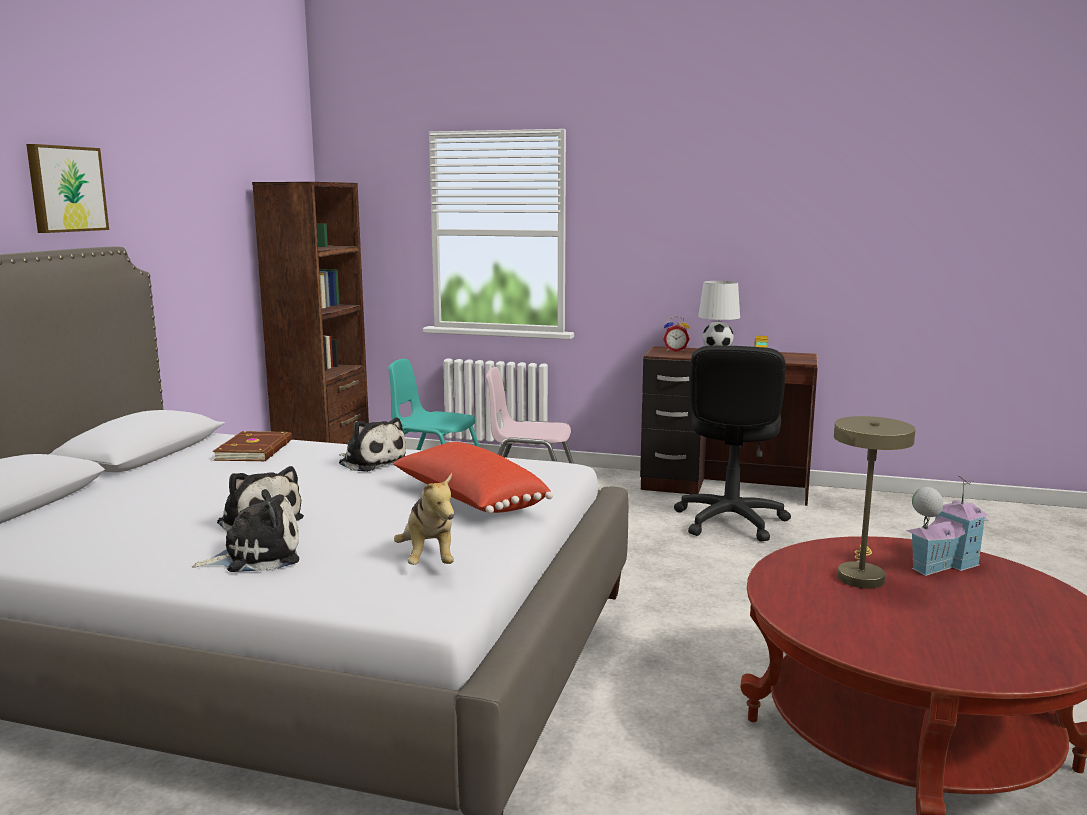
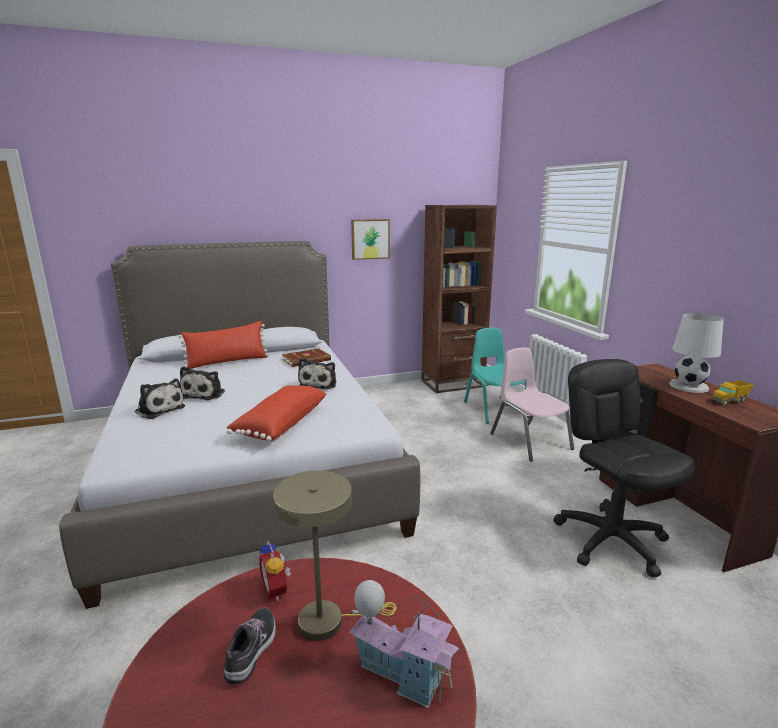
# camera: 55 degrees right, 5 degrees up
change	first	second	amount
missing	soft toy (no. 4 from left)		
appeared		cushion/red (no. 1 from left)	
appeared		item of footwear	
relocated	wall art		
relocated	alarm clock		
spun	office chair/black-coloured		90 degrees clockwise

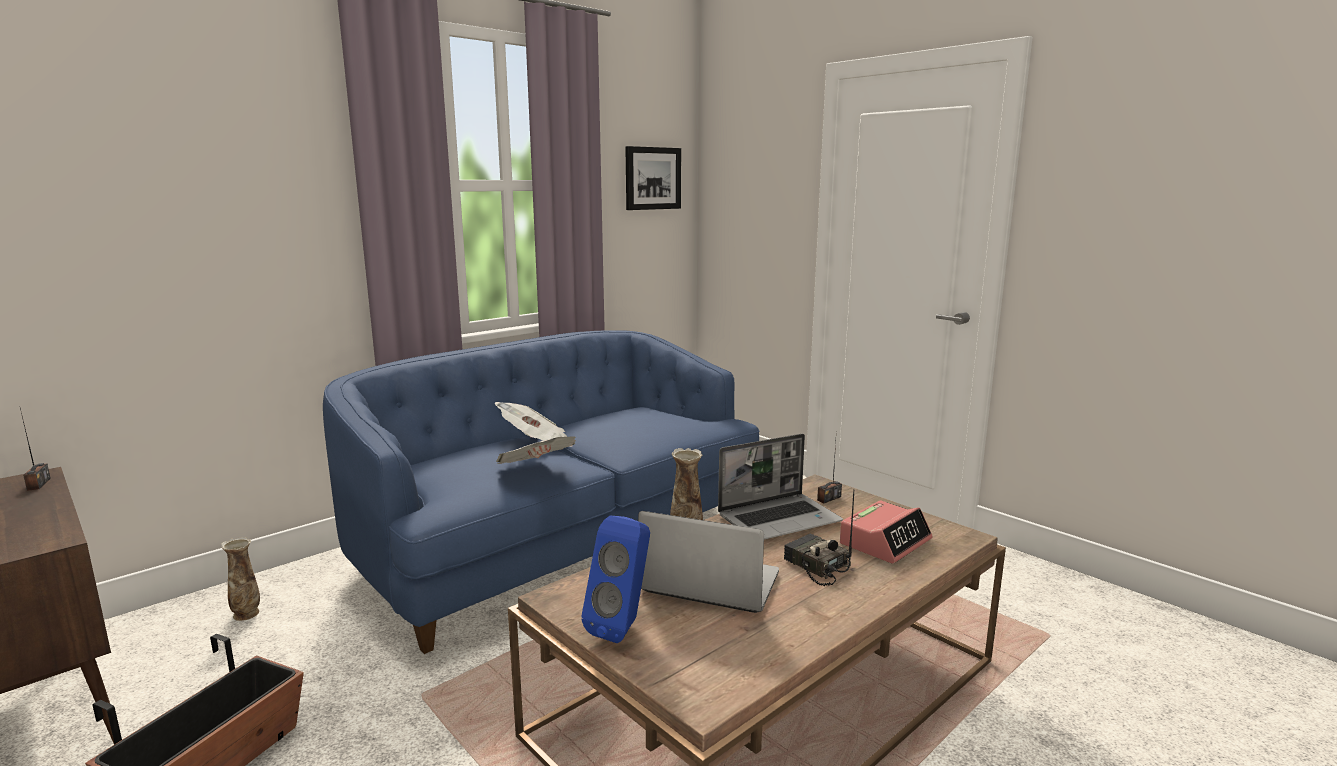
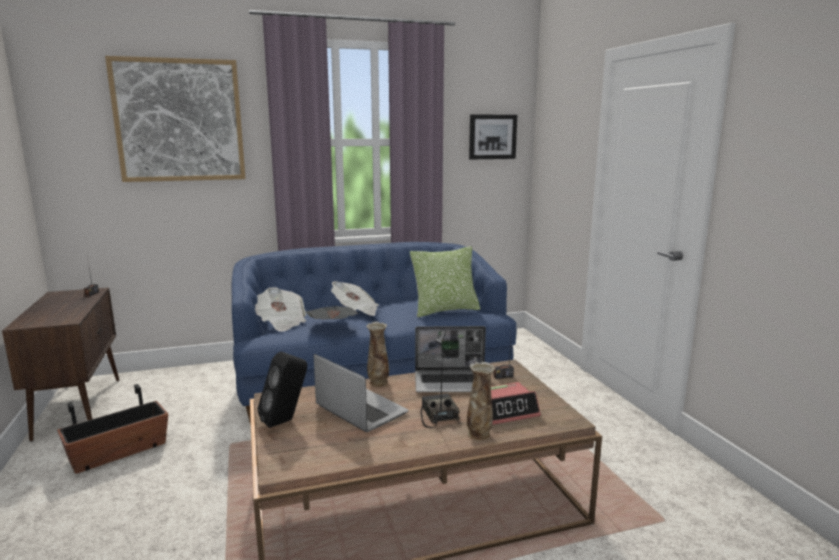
# camera: 25 degrees right, 0 degrees up
change	first	second	amount
appeared		wall art (no. 1 from left)	
appeared		printed paper (no. 1 from left)	
appeared		cushion	
relocated	decorative vase (no. 1 from left in the first image)	decorative vase (no. 2 from left)	
colour	audio speaker/blue	audio speaker/black-coloured	

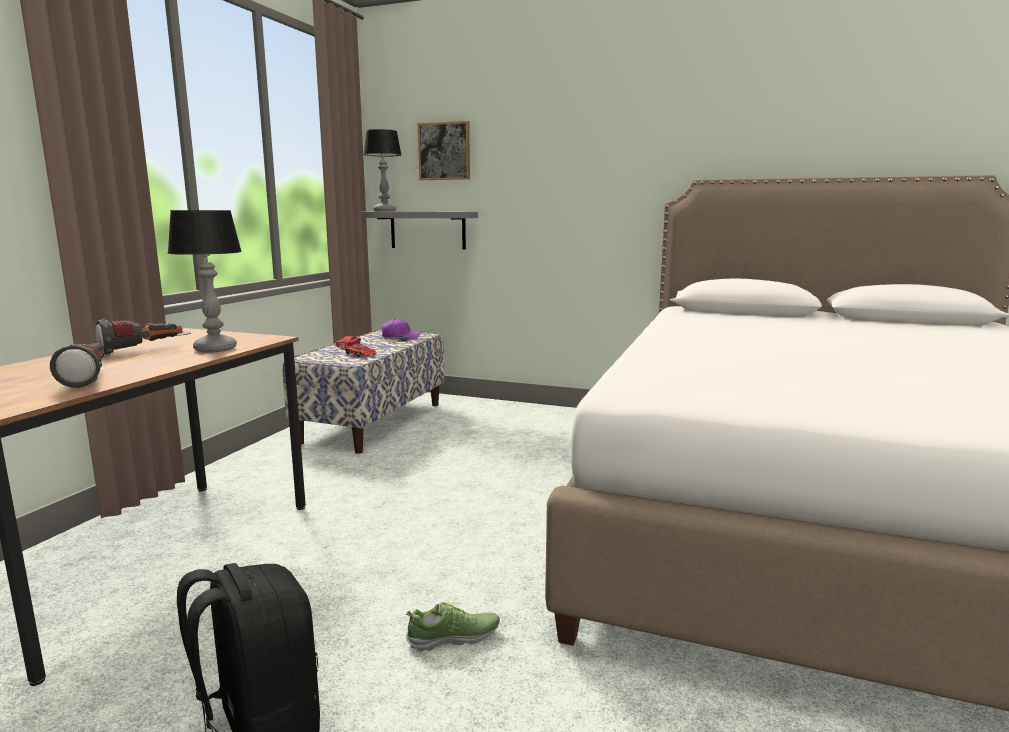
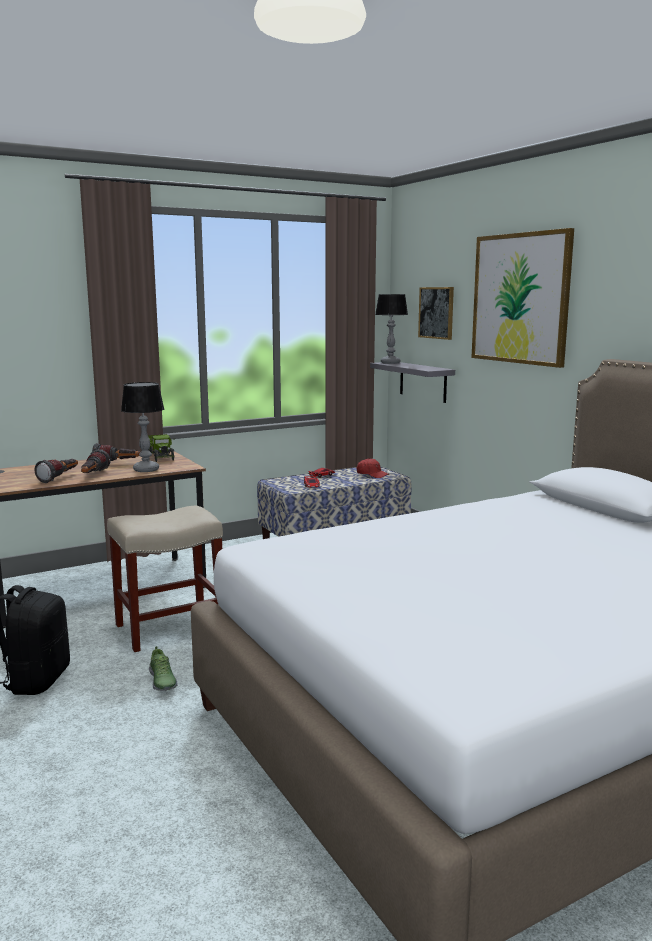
# camera: 40 degrees right, 0 degrees up
change	first	second	amount
appeared		torch (no. 2 from left)	
appeared		stool/beige	
appeared		toy lorry	
appeared		wall art (no. 2 from left)	
colour	cap/purple-coloured	cap/red	
spun	item of footwear		45 degrees clockwise

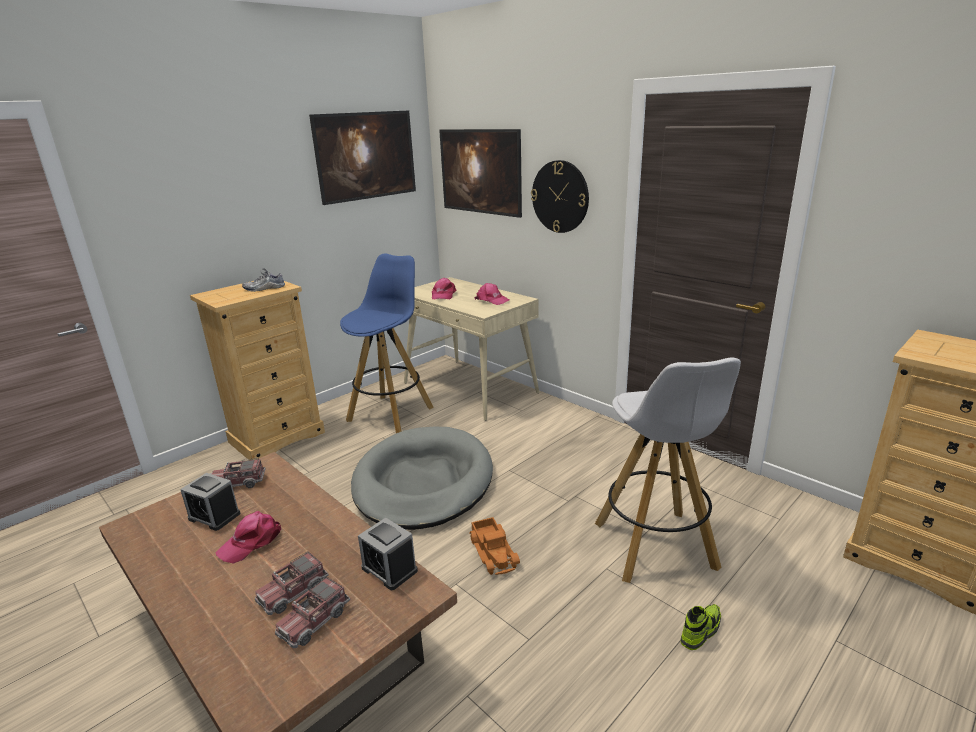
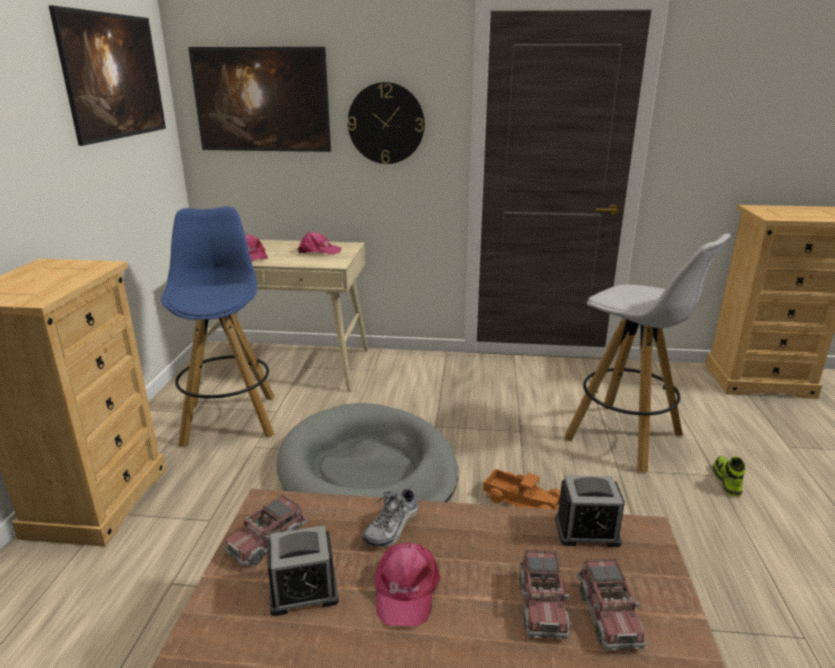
# camera: 40 degrees left, 0 degrees up
change	first	second	amount
relocated	item of footwear (no. 1 from left)		

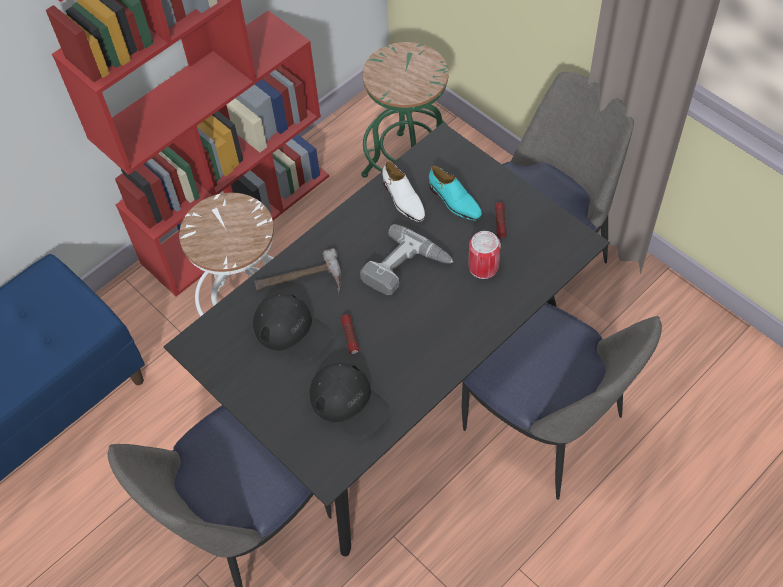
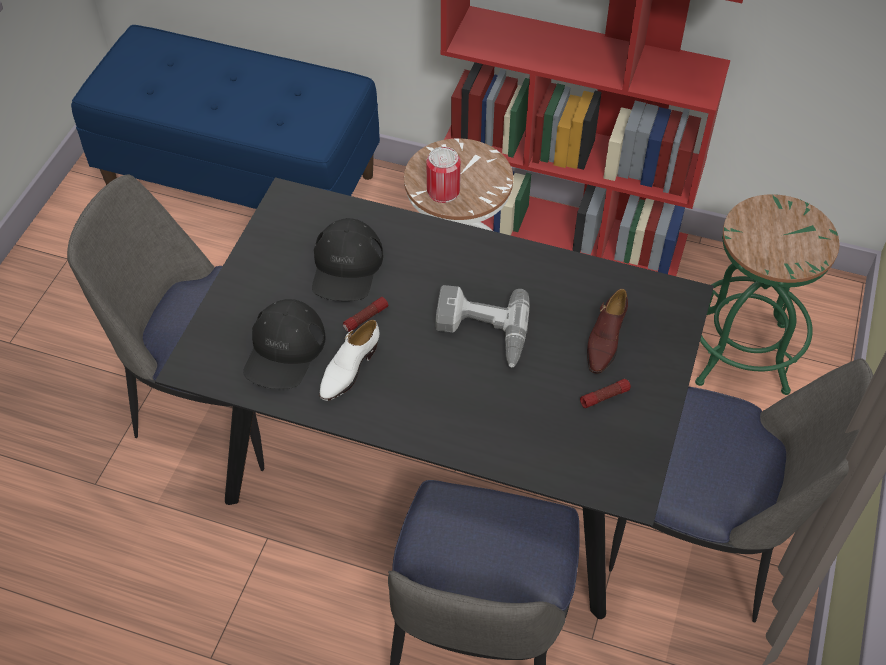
# camera: 60 degrees right, 5 degrees down
change	first	second	amount
missing	hammer		
relocated	item of footwear/white-coloured		
relocated	metal can		
colour	item of footwear/turquoise-coloured	item of footwear/brown	

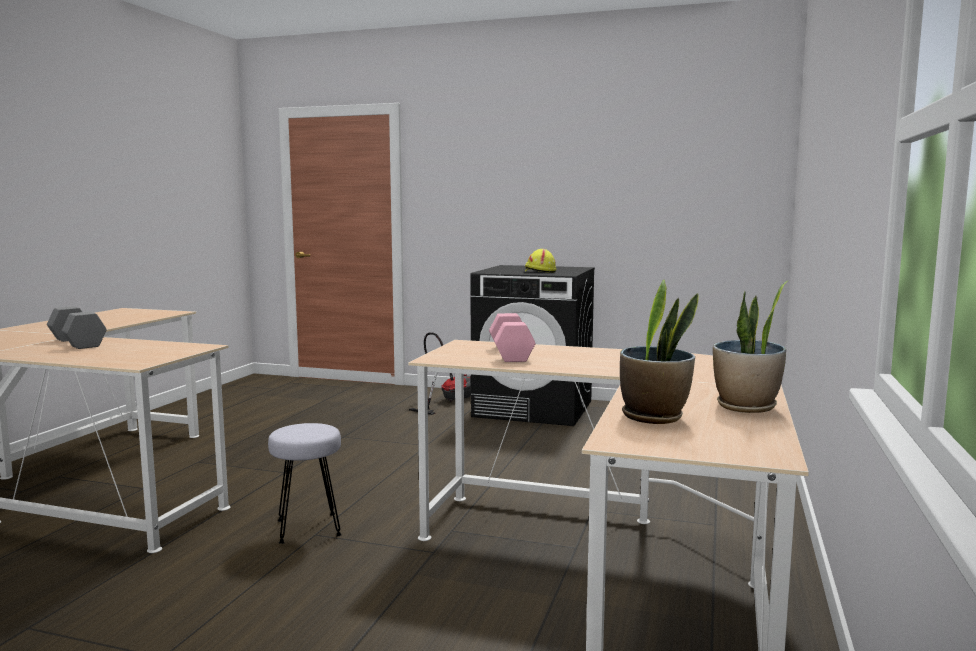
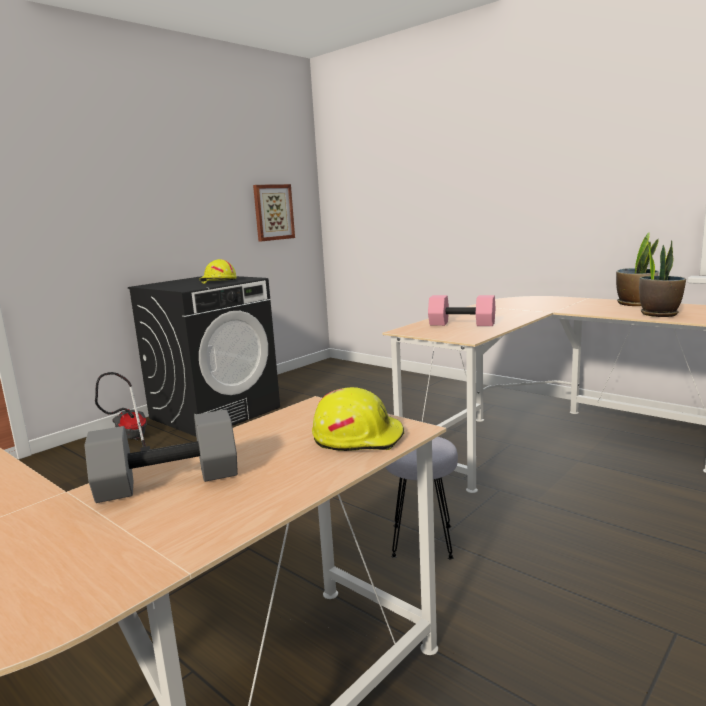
# camera: 65 degrees left, 5 degrees up
change	first	second	amount
appeared		wall art	
appeared		work helmet/yellow (no. 2 from left)	

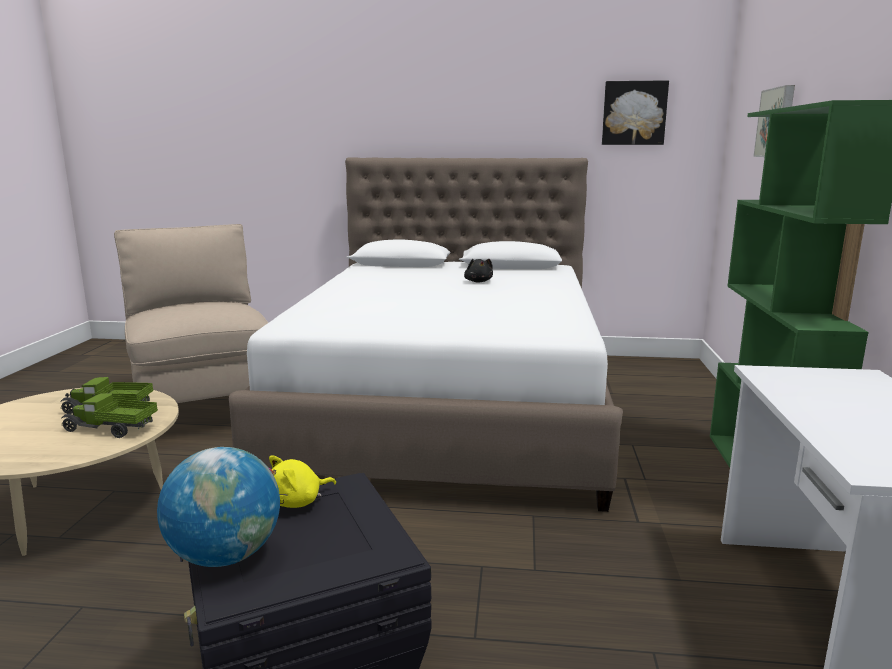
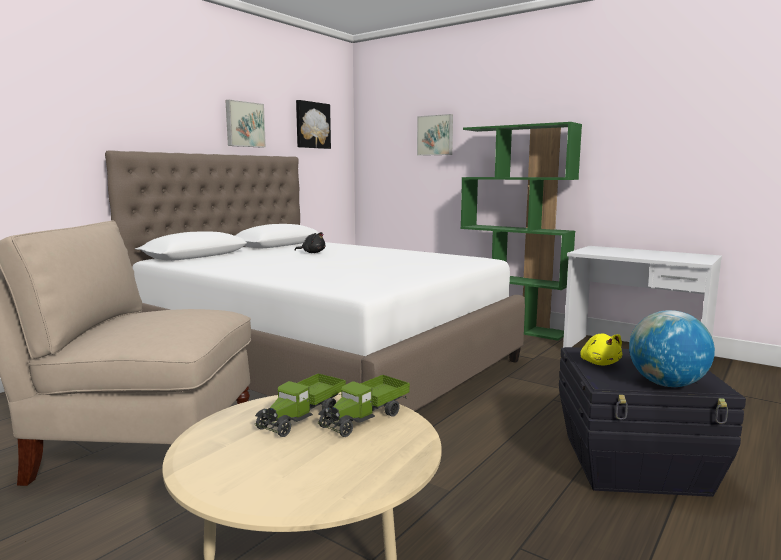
# camera: 60 degrees left, 5 degrees down
change	first	second	amount
appeared		wall art (no. 1 from left)	

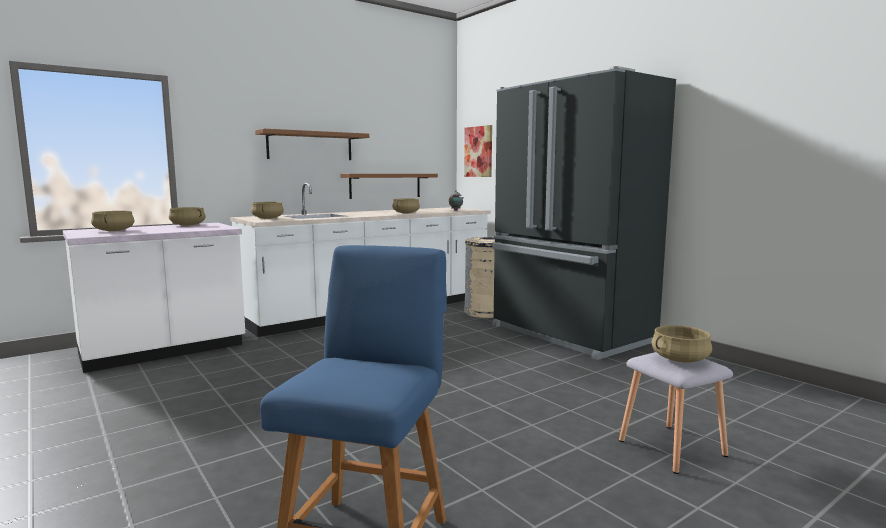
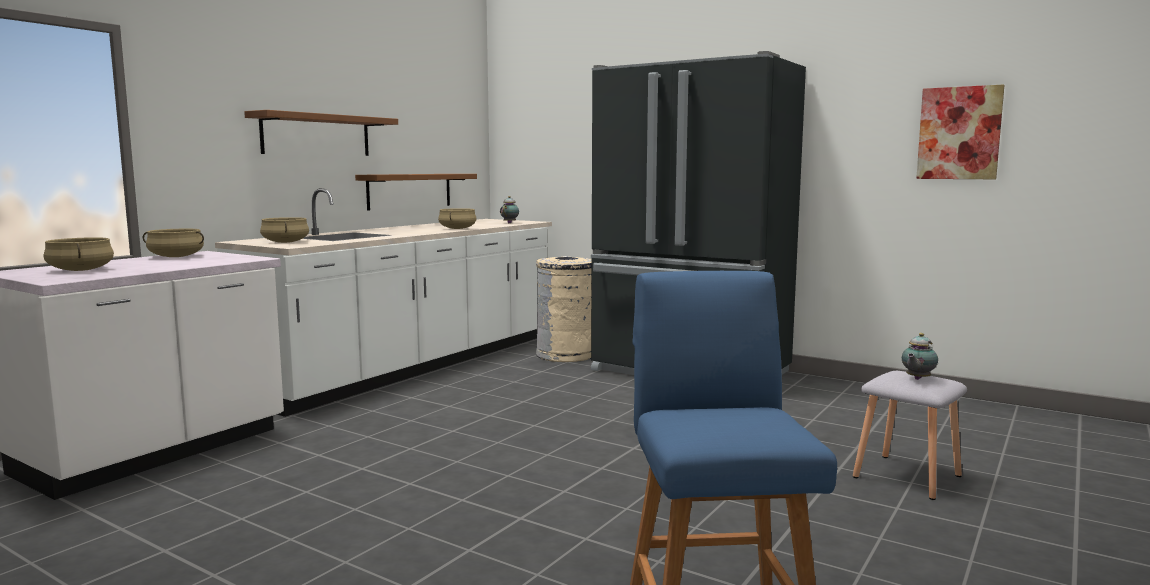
# camera: 20 degrees left, 0 degrees up
change	first	second	amount
relocated	wall art		
exchanged	stockpot/beige (no. 5 from left)	tea pot (no. 2 from left)	

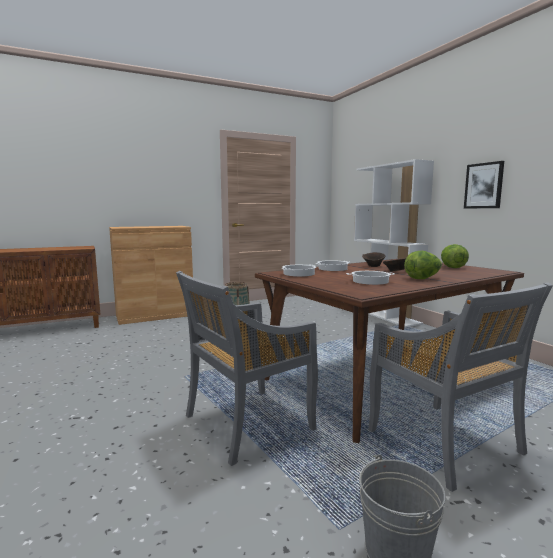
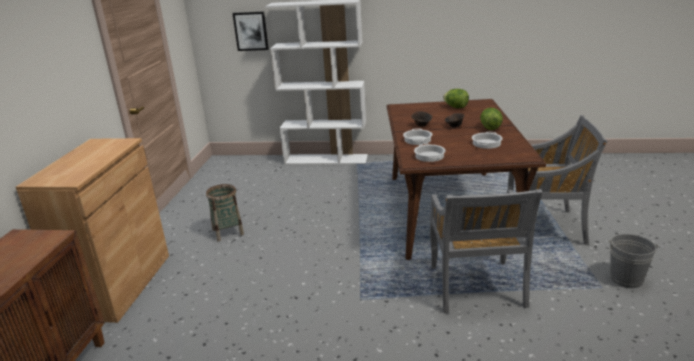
# camera: 55 degrees left, 15 degrees up
change	first	second	amount
relocated	wall art		

